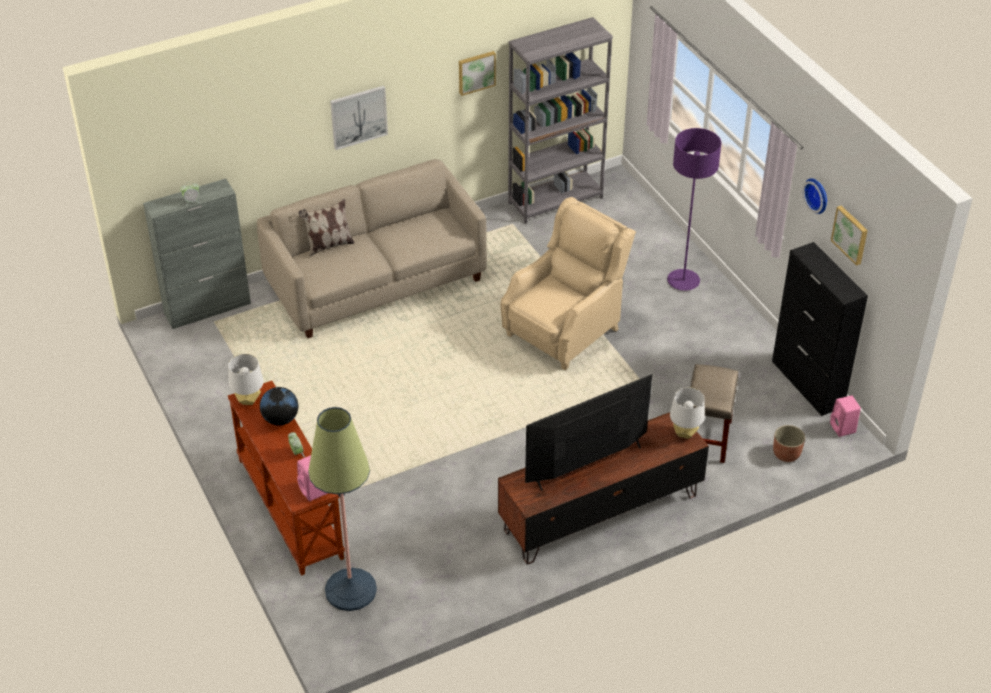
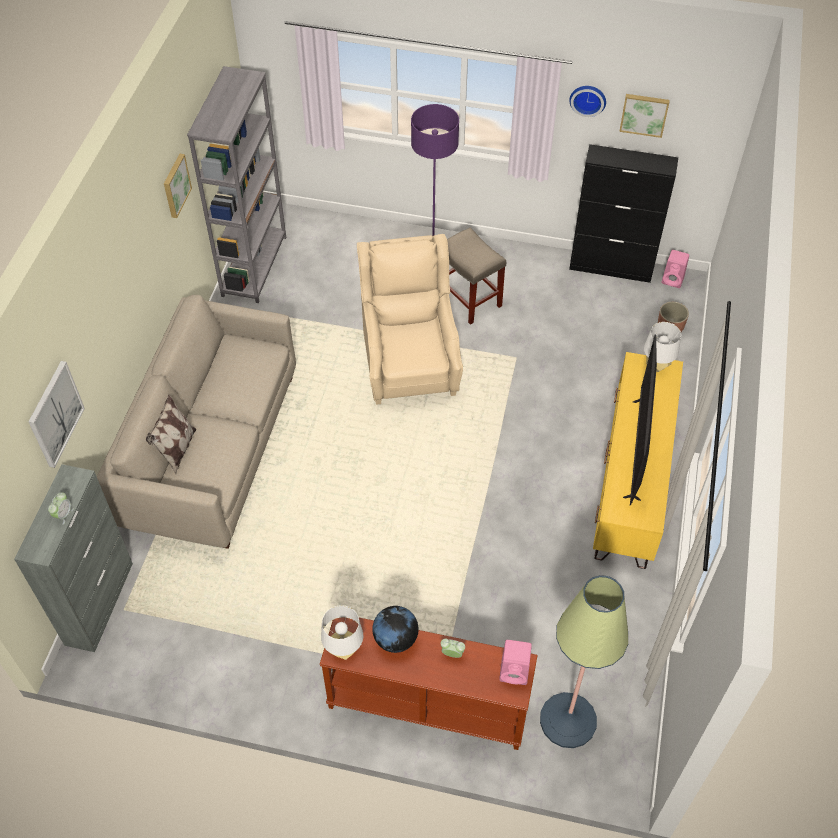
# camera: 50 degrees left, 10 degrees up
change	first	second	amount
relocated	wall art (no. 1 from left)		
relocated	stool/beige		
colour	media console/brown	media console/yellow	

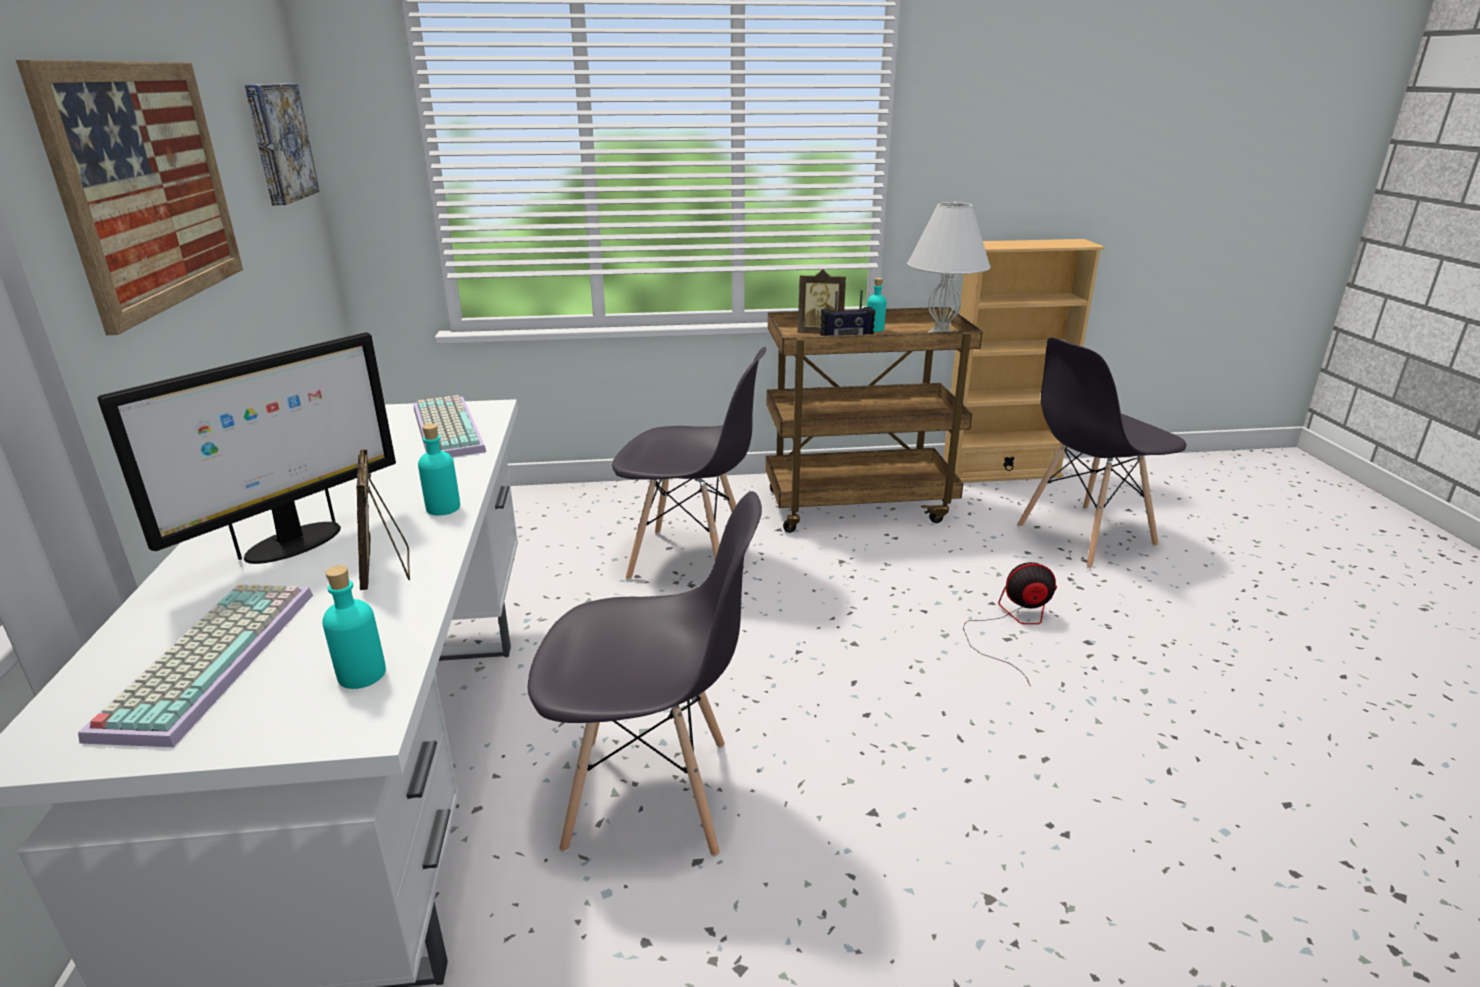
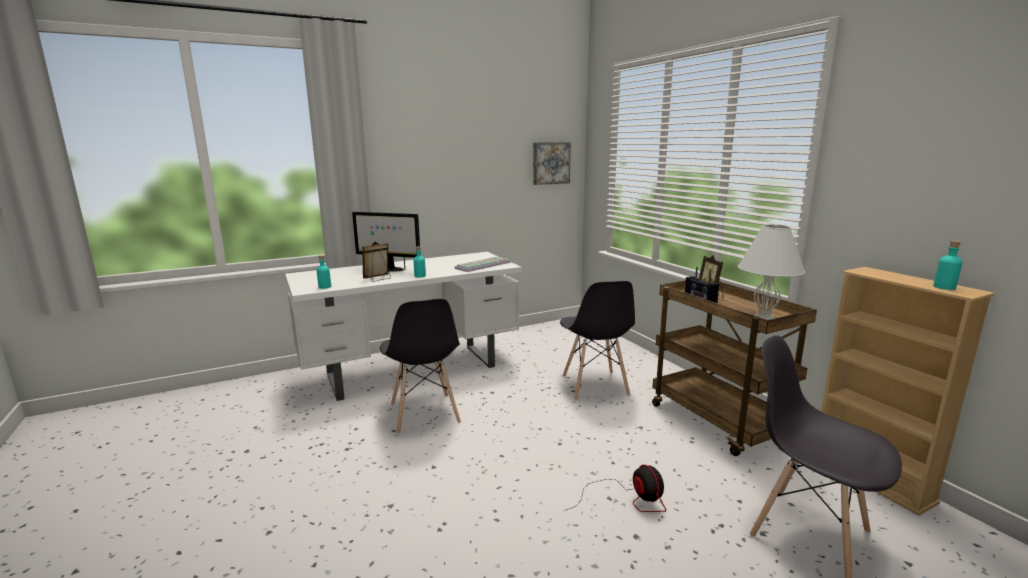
# camera: 70 degrees right, 10 degrees down
change	first	second	amount
missing	wall art (no. 1 from left)		
missing	keyboard (no. 1 from left)		
relocated	bottle/turquoise-coloured (no. 3 from left)		

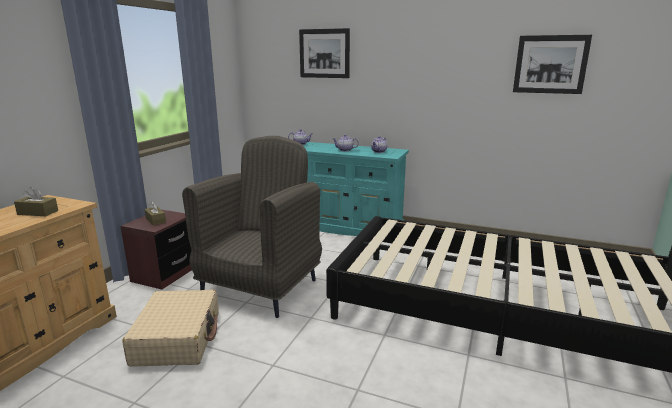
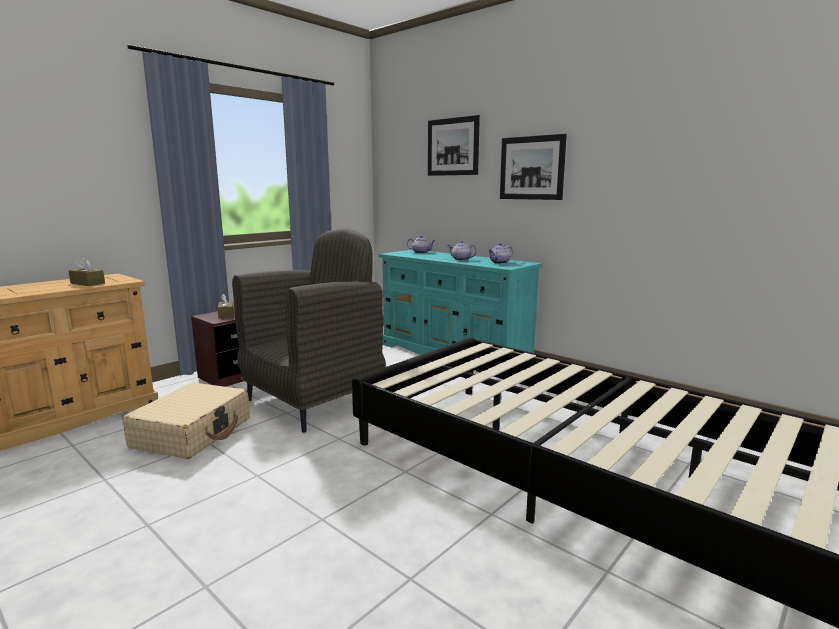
# camera: 20 degrees right, 5 degrees down
change	first	second	amount
relocated	wall art (no. 2 from left)		

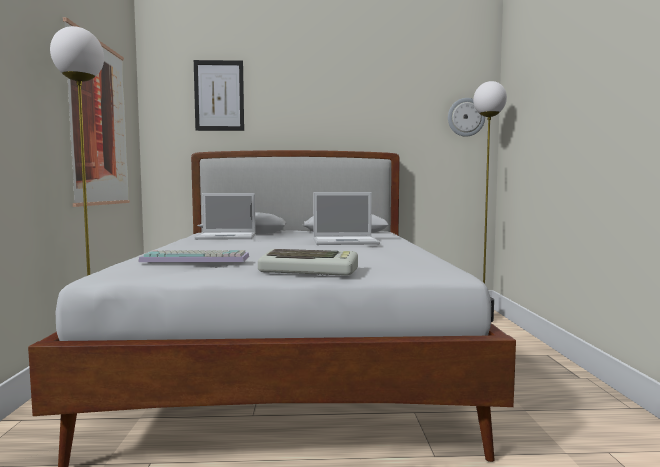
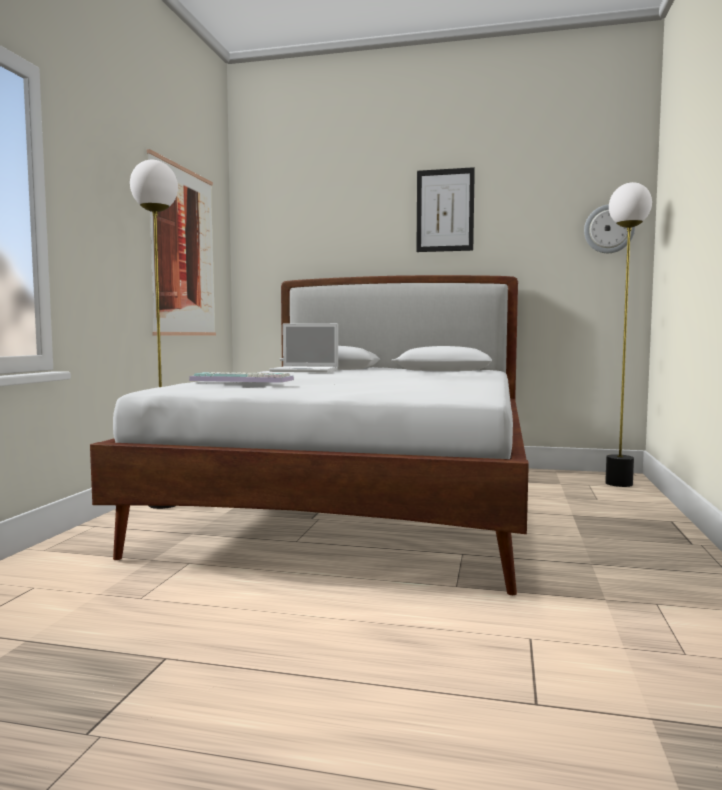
# camera: 15 degrees right, 0 degrees up
change	first	second	amount
missing	keyboard (no. 2 from left)		
missing	notebook computer (no. 2 from left)		
relocated	wall art (no. 2 from left)		

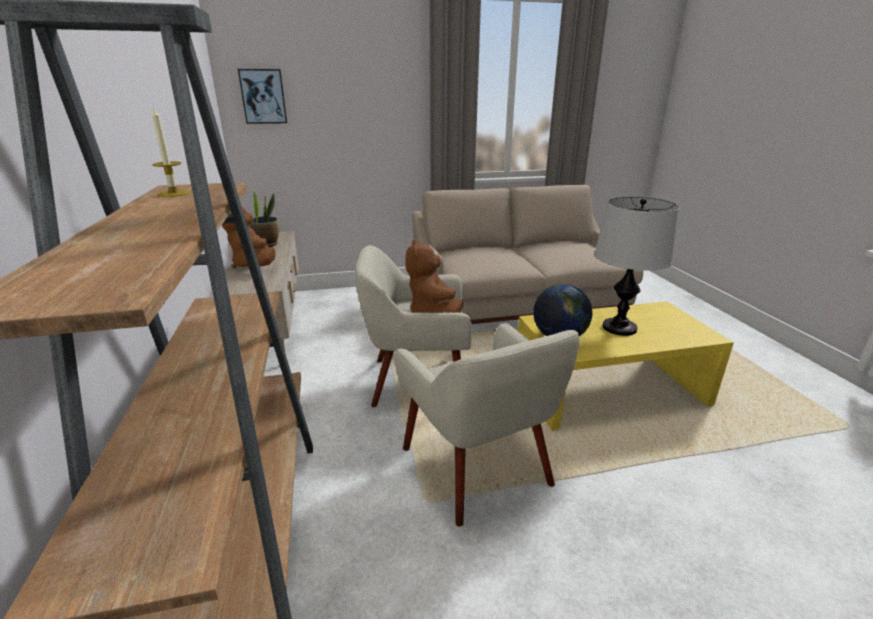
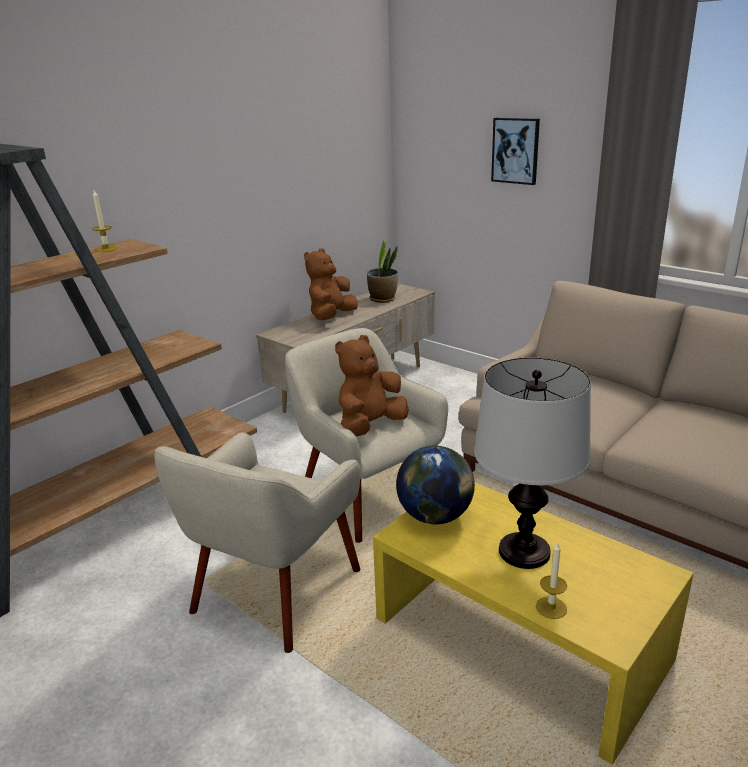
# camera: 55 degrees right, 0 degrees up
change	first	second	amount
appeared		wax light (no. 2 from left)	
relocated	wall art		

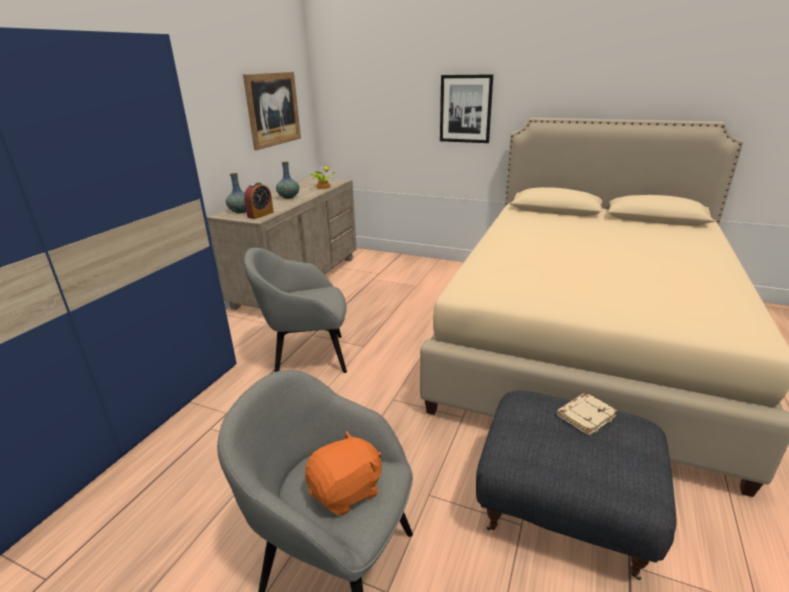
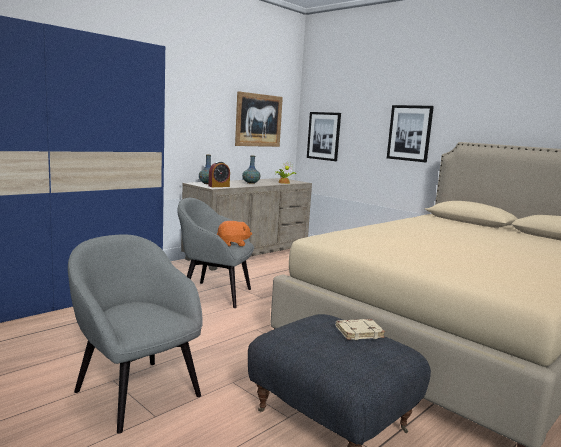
# camera: 20 degrees right, 15 degrees down
change	first	second	amount
appeared		wall art (no. 2 from left)	
relocated	soft toy/orangey		

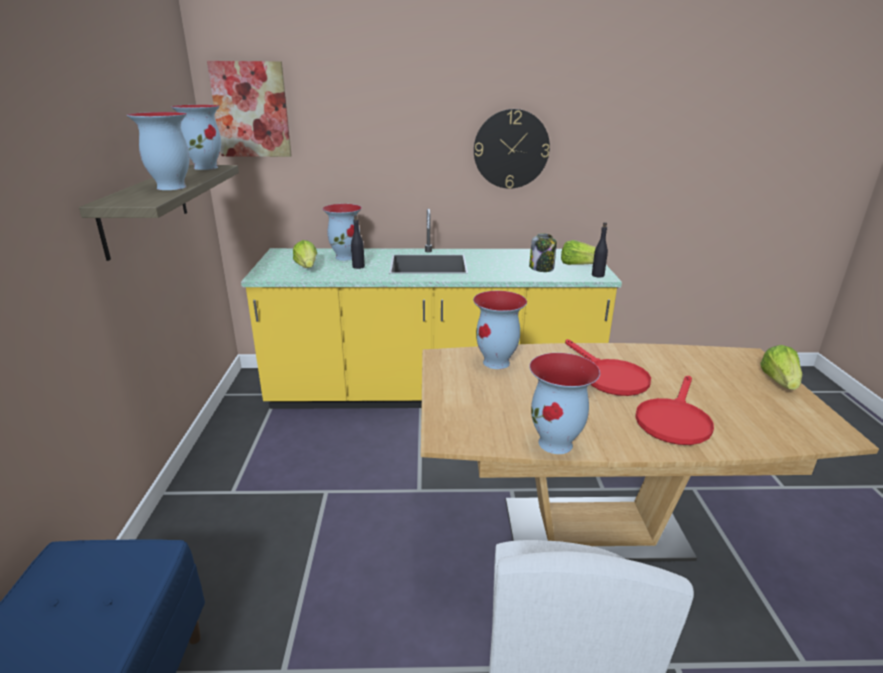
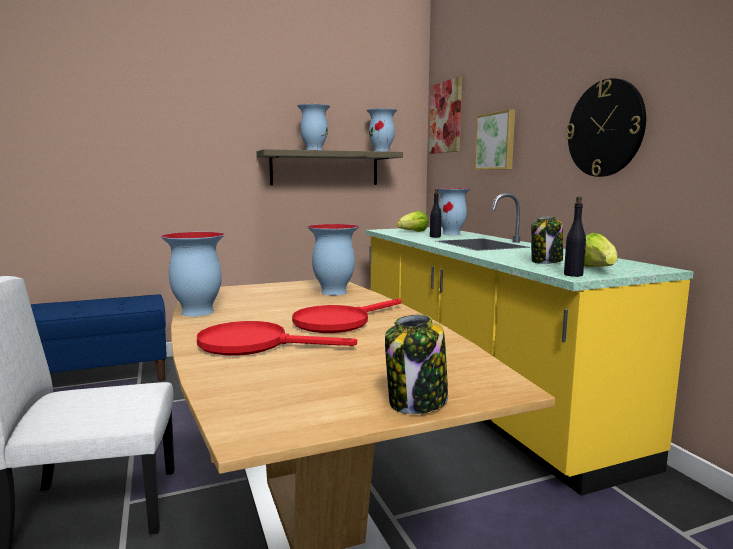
# camera: 70 degrees right, 15 degrees down
change	first	second	amount
appeared		wall art (no. 2 from left)	
exchanged	lettuce head (no. 3 from left)	preserve jar (no. 1 from left)	

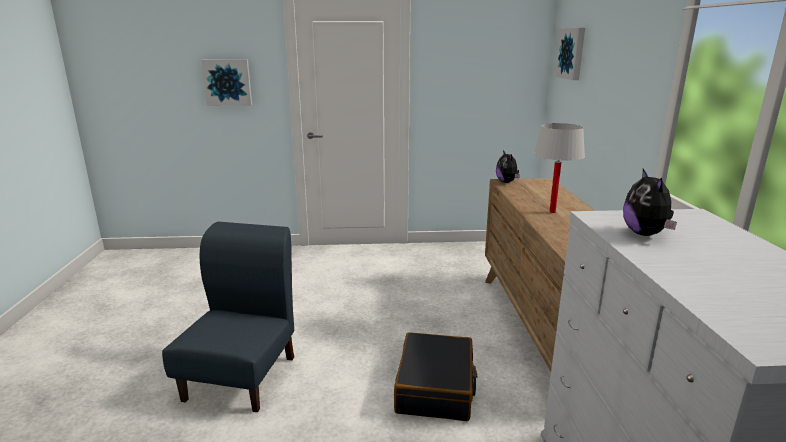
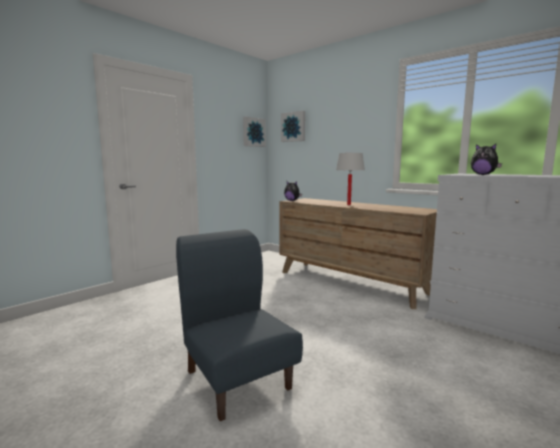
# camera: 45 degrees left, 10 degrees down
change	first	second	amount
missing	travel case/black-coloured		
relocated	wall art (no. 1 from left)		

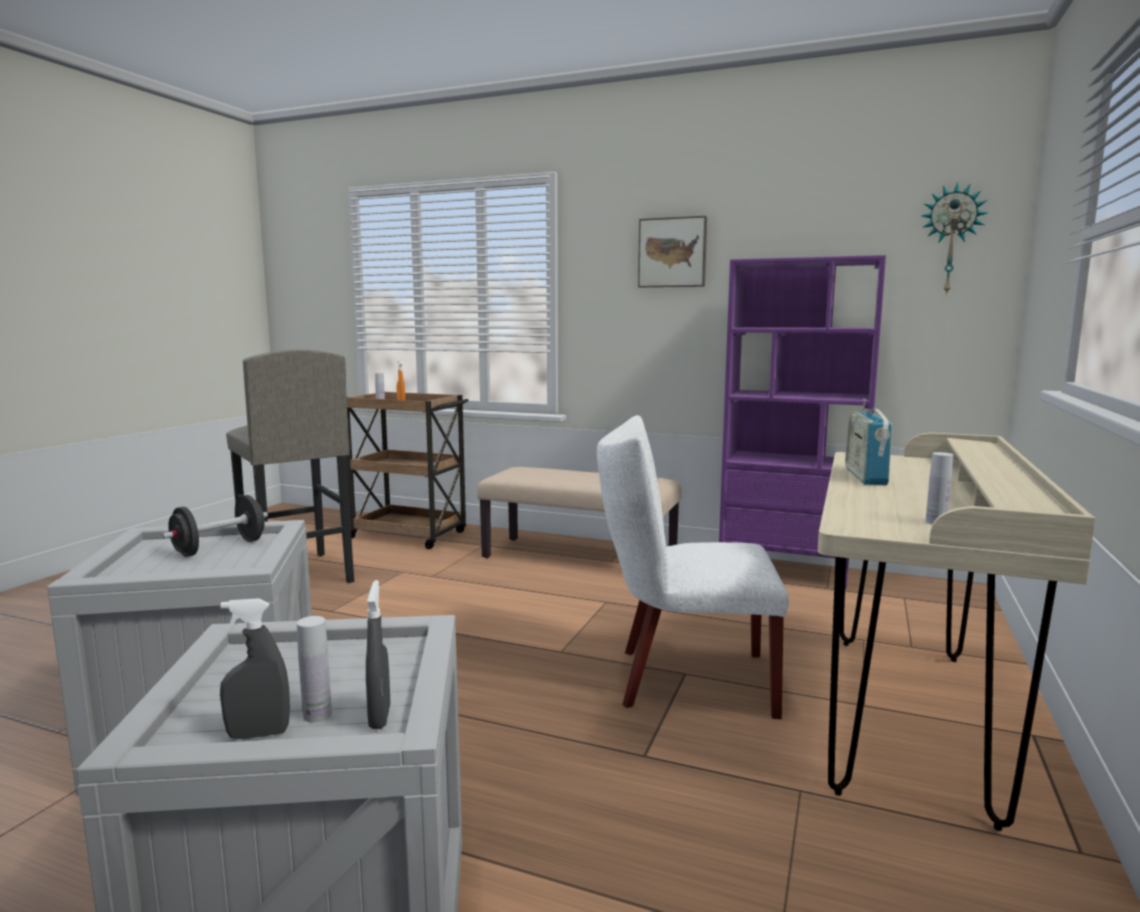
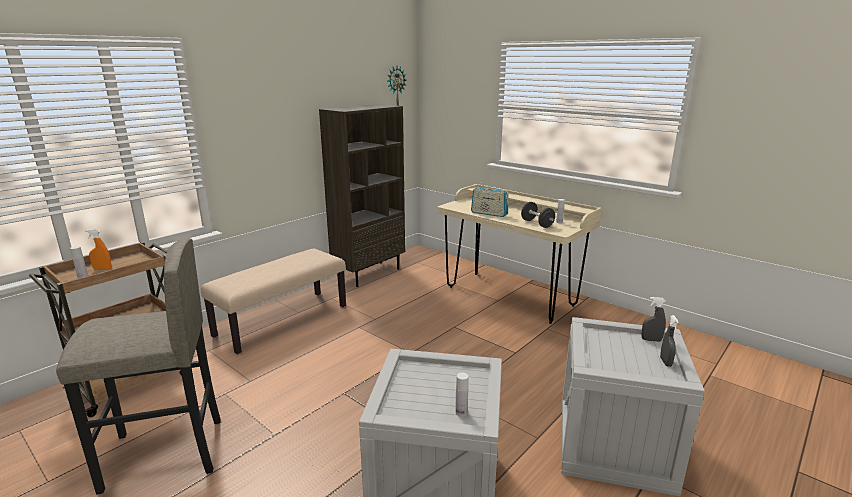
# camera: 70 degrees left, 10 degrees up
change	first	second	amount
missing	upright chair/white-coloured		
missing	wall art		
relocated	hand weight/black-coloured		
relocated	bottle/white-coloured (no. 1 from left in the first image)	bottle/white-coloured (no. 2 from left)	
colour	bookshelf/purple-coloured	bookshelf/brown	

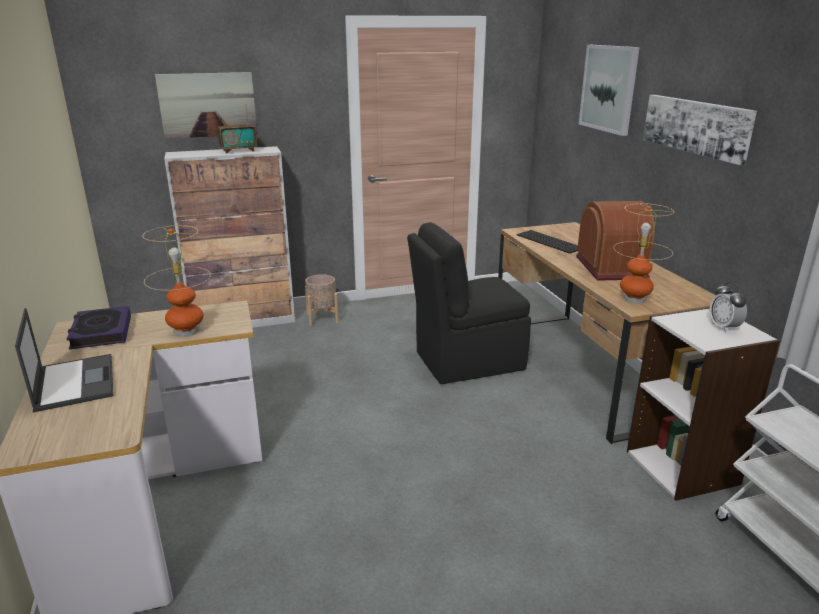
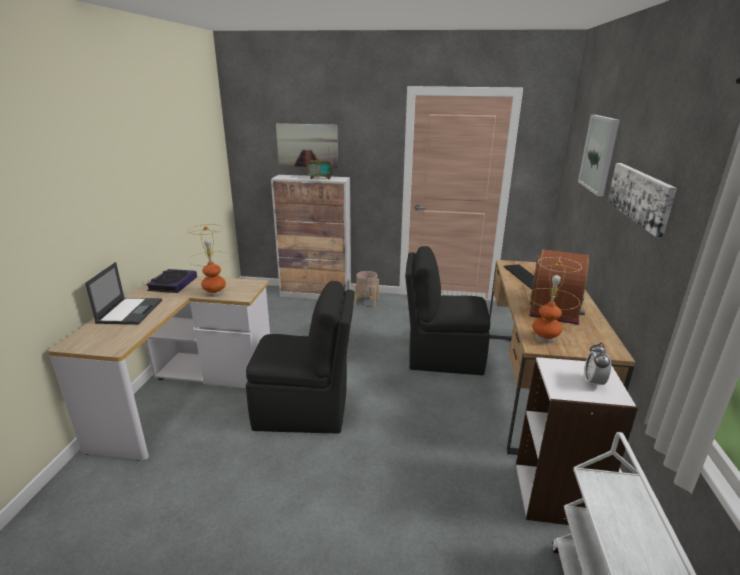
# camera: 25 degrees right, 0 degrees up
change	first	second	amount
appeared		upright chair/black-coloured (no. 1 from left)	

